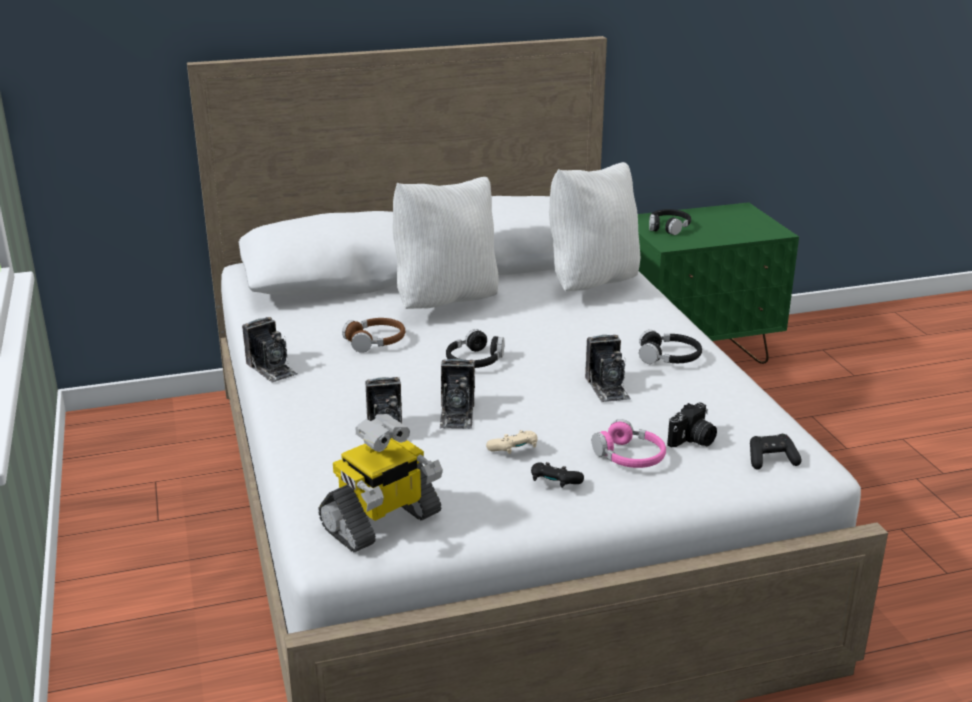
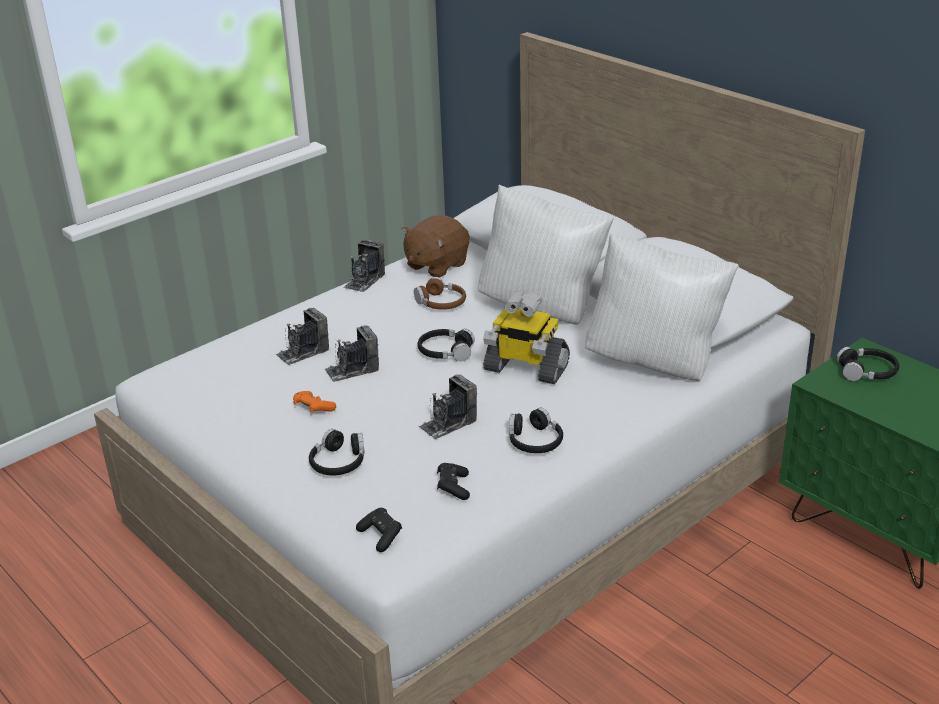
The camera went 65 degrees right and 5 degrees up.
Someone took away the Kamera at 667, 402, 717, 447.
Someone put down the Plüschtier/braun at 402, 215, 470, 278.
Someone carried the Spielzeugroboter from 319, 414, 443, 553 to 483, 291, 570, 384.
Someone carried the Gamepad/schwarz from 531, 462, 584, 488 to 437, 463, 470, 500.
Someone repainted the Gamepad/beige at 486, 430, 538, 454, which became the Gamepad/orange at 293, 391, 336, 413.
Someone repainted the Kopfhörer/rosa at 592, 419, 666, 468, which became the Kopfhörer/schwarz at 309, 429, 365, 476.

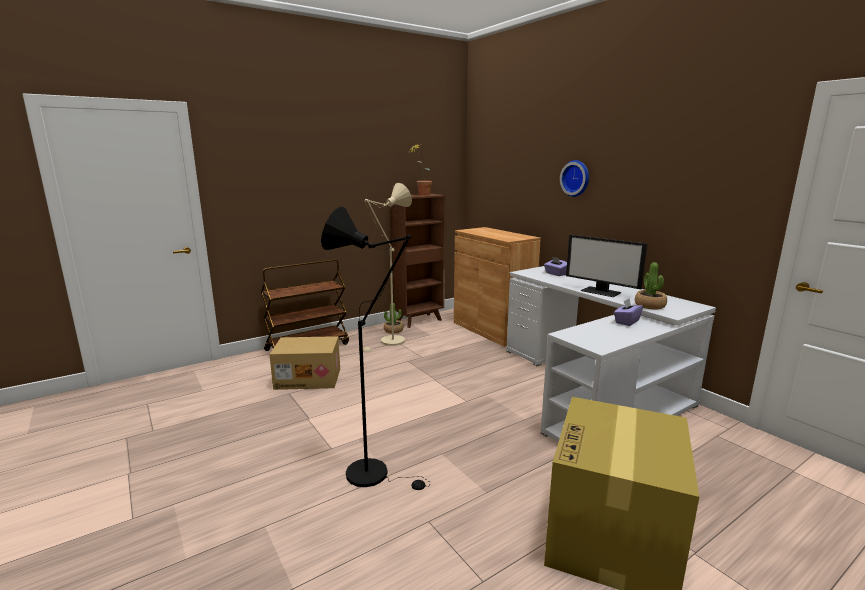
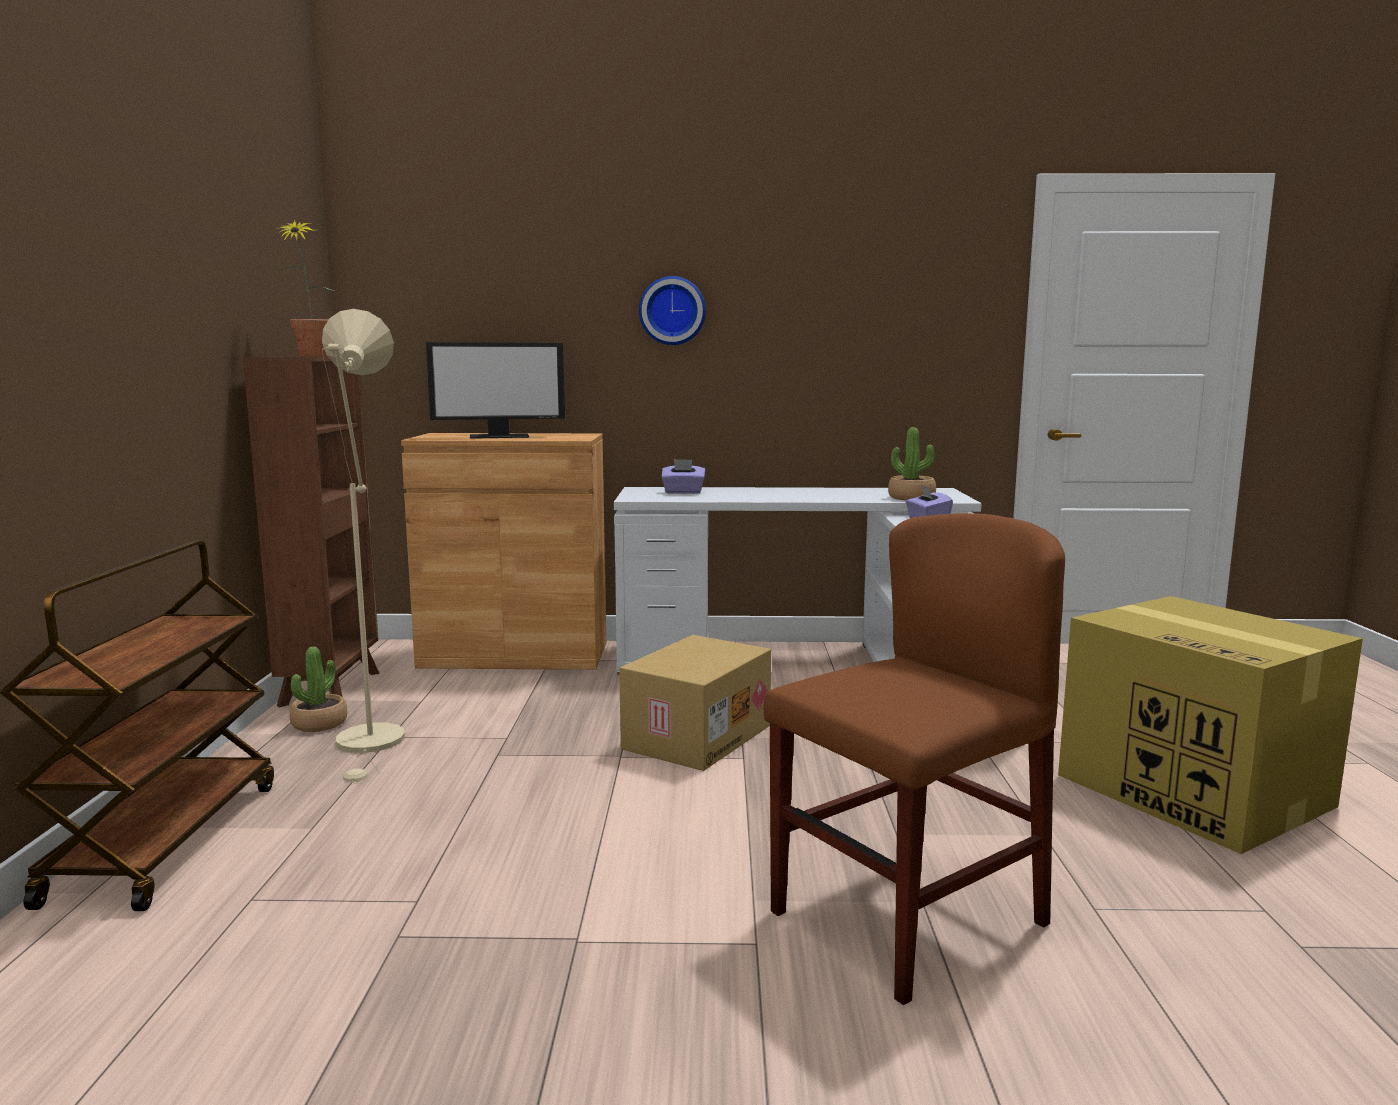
The camera went 55 degrees left and 5 degrees down.
Someone carried the Karton from 269, 336, 340, 390 to 619, 635, 771, 771.
Someone carried the Monitor from 566, 235, 647, 297 to 426, 342, 565, 439.
Someone swapped the Stehlampe/schwarz at 321, 207, 431, 490 for the Stuhl/braun at 763, 513, 1065, 1005.

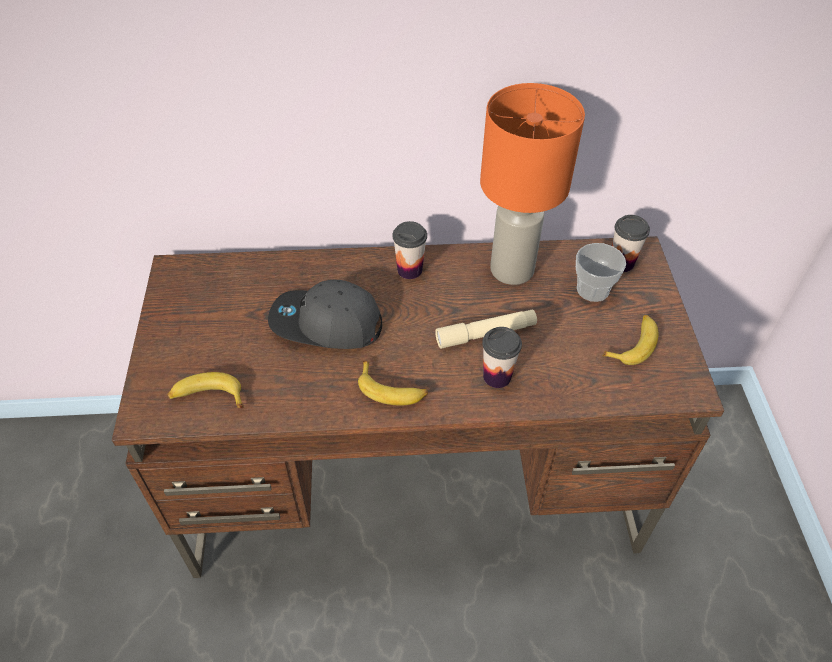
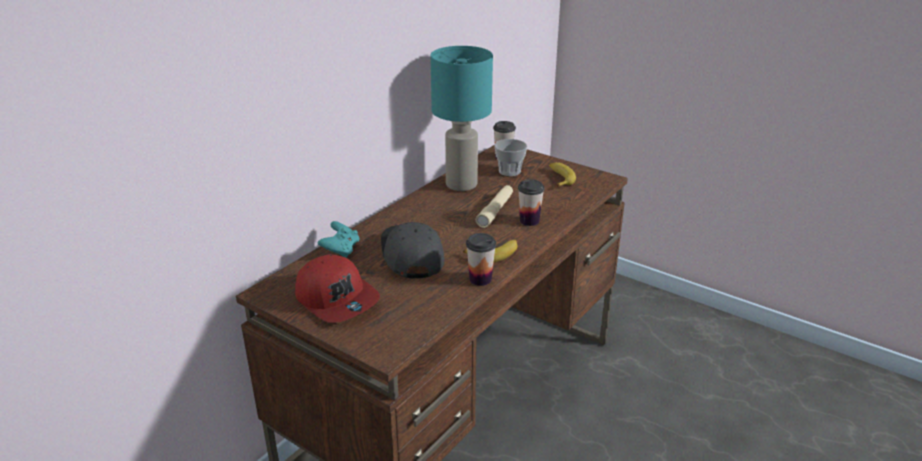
The camera went 50 degrees left and 20 degrees down.
Someone took away the Banane at 167, 372, 244, 408.
Someone put down the Kappe/rot at 295, 254, 380, 323.
Someone put down the Gamepad/türkis at 318, 221, 360, 258.
Someone carried the Tasse from 393, 221, 427, 279 to 466, 233, 496, 286.
Someone repainted the Tischlampe/orange at 480, 83, 585, 285, which became the Tischlampe/türkis at 430, 46, 493, 191.
Someone rotated the Kappe/grau at 268, 280, 382, 349 by 120 degrees clockwise.

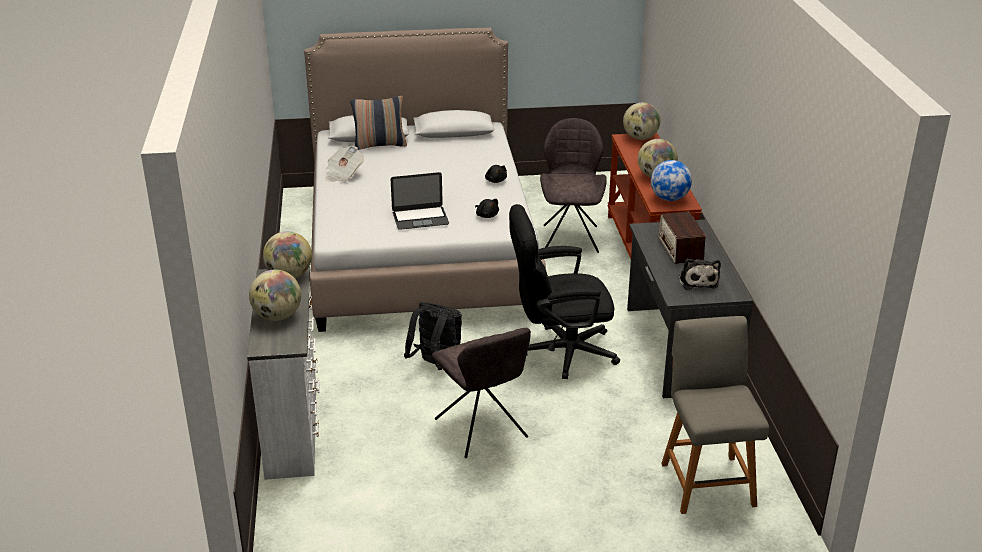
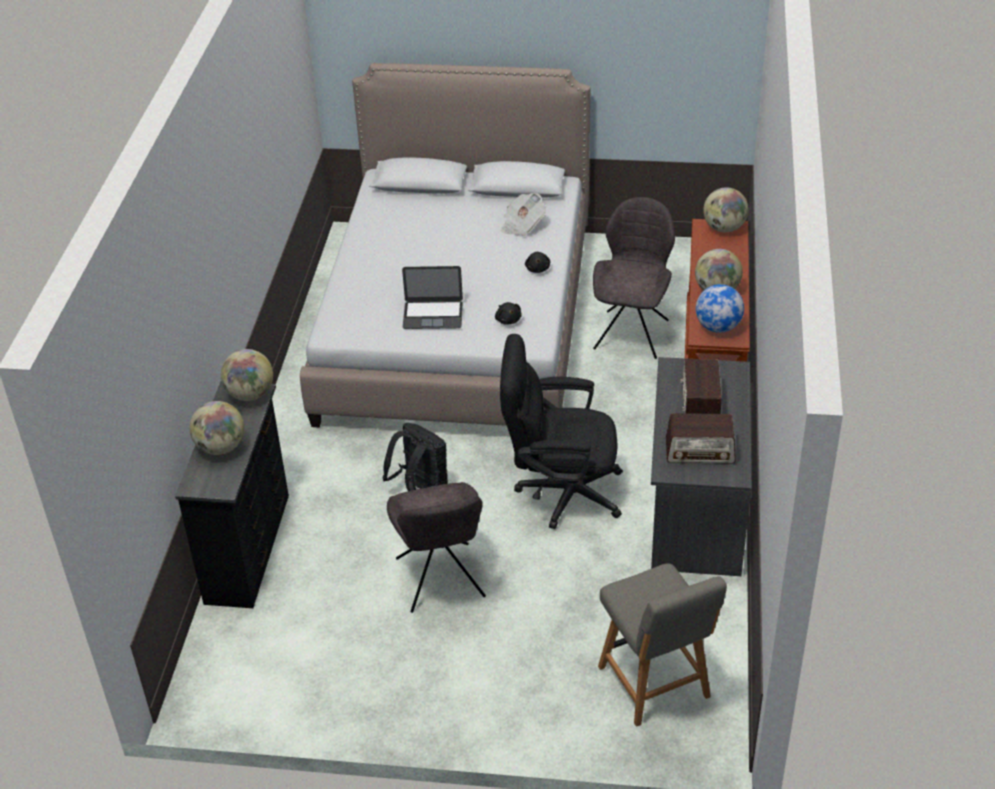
The camera went 15 degrees right and 10 degrees up.
Someone took away the Kissen at 350, 96, 407, 150.
Someone carried the Zeitung from 325, 146, 364, 182 to 501, 193, 546, 236.
Someone swapped the Plüschtier at 679, 259, 721, 290 for the Radio at 666, 413, 736, 464.
Someone repainted the Kommode/weiß at 247, 266, 320, 480, which became the Kommode/schwarz at 175, 382, 289, 608.
Someone rotated the Stuhl/grau at 661, 316, 769, 514 by 150 degrees clockwise.

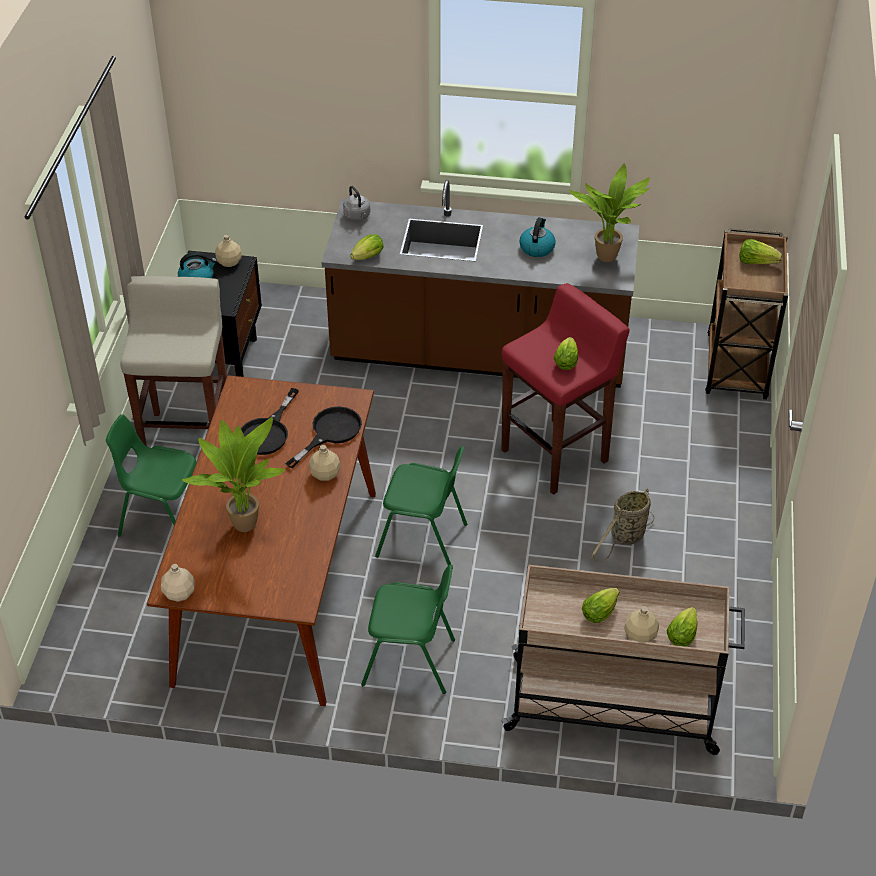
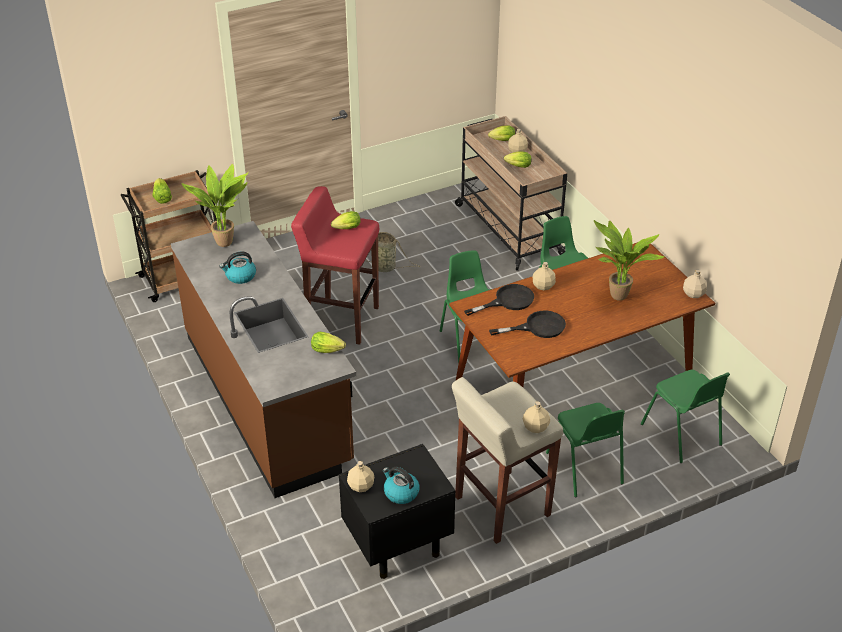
The camera went 125 degrees left and 5 degrees down.
Someone took away the Wasserkessel/grau at 343, 186, 370, 221.
Someone put down the Flasche/beige at 523, 401, 550, 433.
Someone put down the Stuhl/grün at 641, 370, 730, 463.
Someone rotated the Pfanne/schwarz at 285, 406, 362, 468 by 150 degrees clockwise.

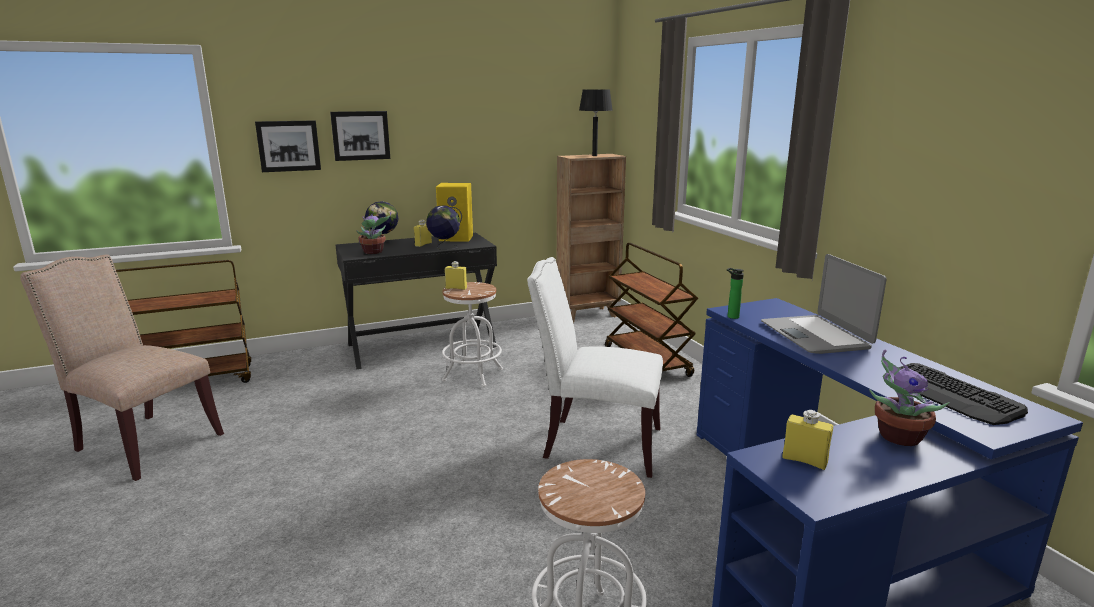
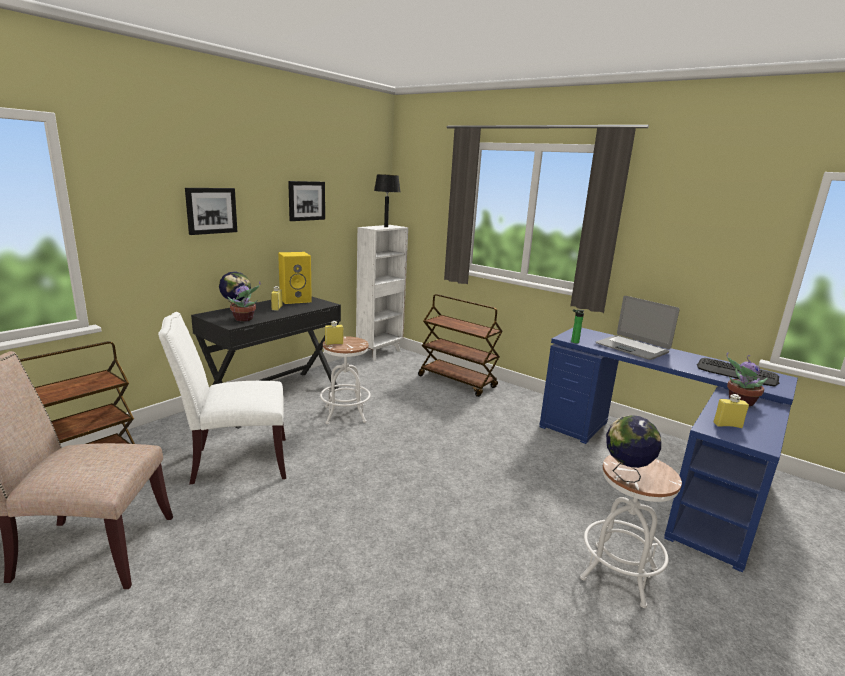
The camera went 30 degrees left and 0 degrees up.
Someone carried the Bild from 255, 120, 321, 172 to 288, 181, 325, 221.
Someone carried the Globus from 426, 205, 460, 250 to 606, 415, 661, 483.
Someone carried the Stuhl/weiß from 527, 257, 663, 478 to 158, 312, 286, 484.
Someone repainted the Bücherregal/braun at 557, 154, 626, 323, which became the Bücherregal/weiß at 356, 225, 408, 361.

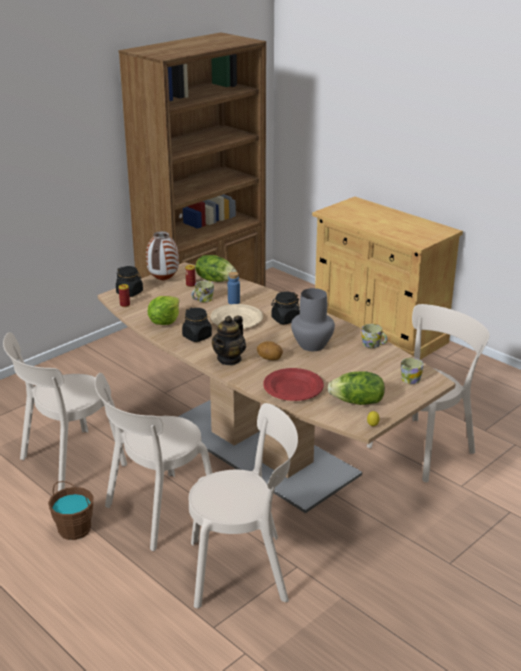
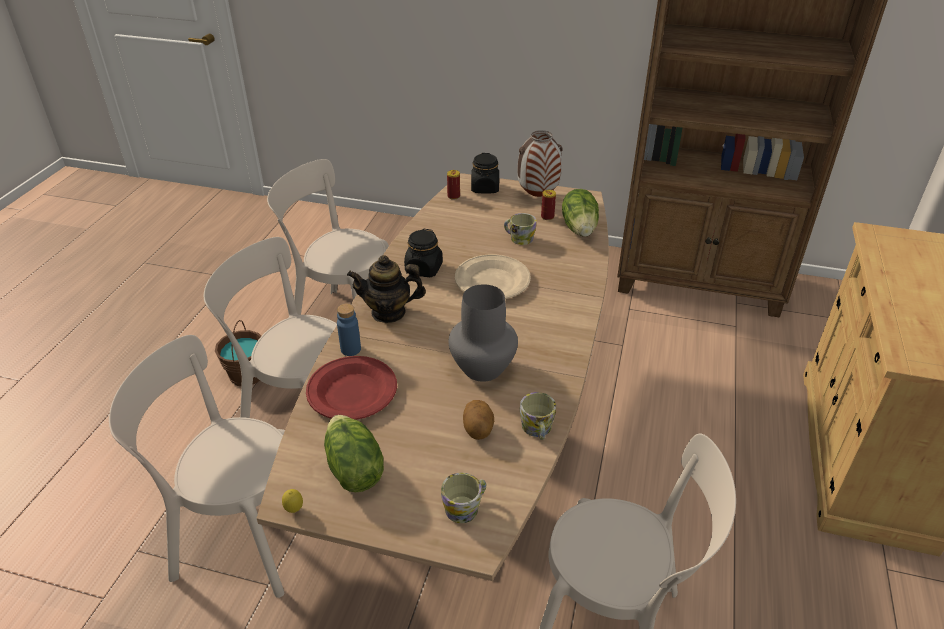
The camera went 60 degrees right and 10 degrees up.
Someone took away the Salatkopf at 148, 296, 179, 325.
Someone took away the Vorratsglas/schwarz at 271, 291, 300, 325.
Someone carried the Flasche/blau from 228, 272, 240, 304 to 337, 304, 361, 356.
Someone carried the Kartoffel from 257, 341, 283, 360 to 463, 400, 494, 440.
Someone rotated the Stuhl/beige at 189, 403, 298, 608 by 135 degrees clockwise.

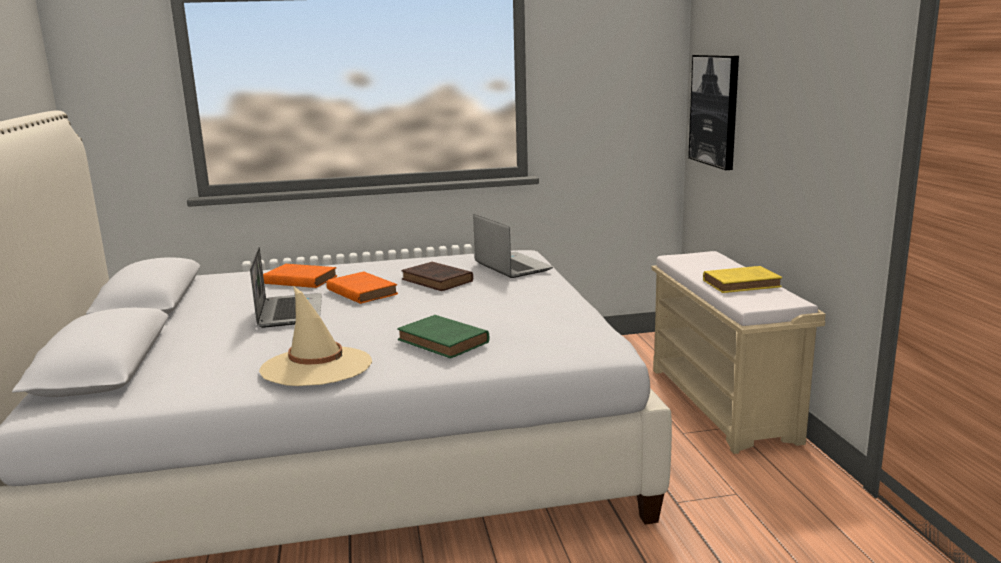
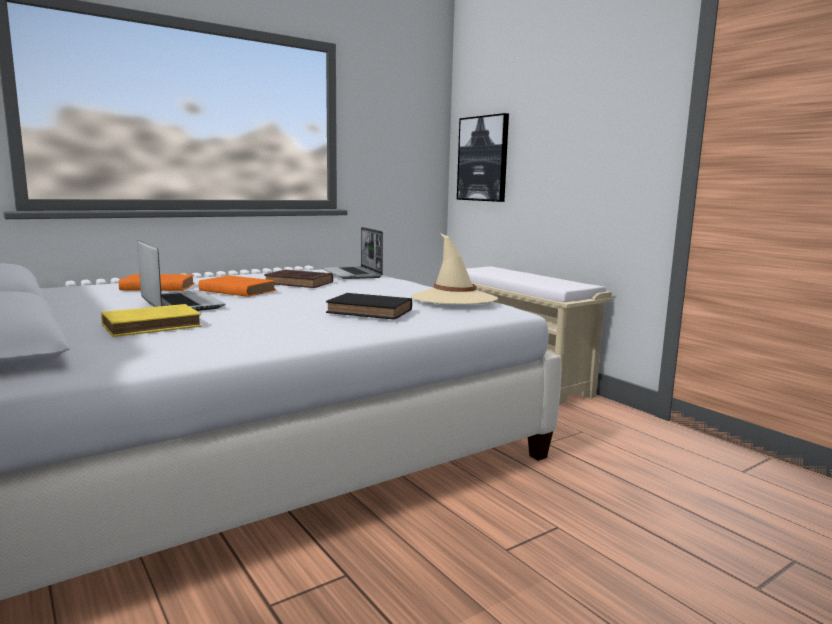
The camera went 25 degrees left and 5 degrees down.
Someone carried the Hut/beige from 259, 286, 372, 386 to 411, 233, 498, 304.
Someone carried the Buch/gelb from 703, 266, 782, 293 to 101, 304, 202, 337.
Someone repainted the Buch/grün at 397, 315, 489, 358, which became the Buch/schwarz at 326, 293, 412, 320.
Someone rotated the Laptop at 473, 214, 553, 278 by 150 degrees counterclockwise.

